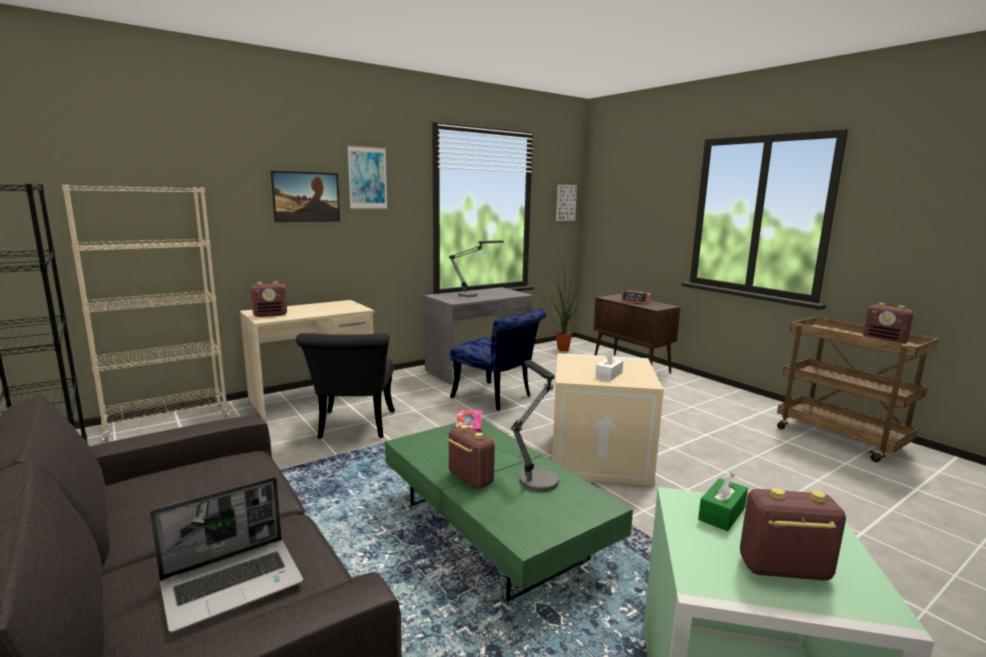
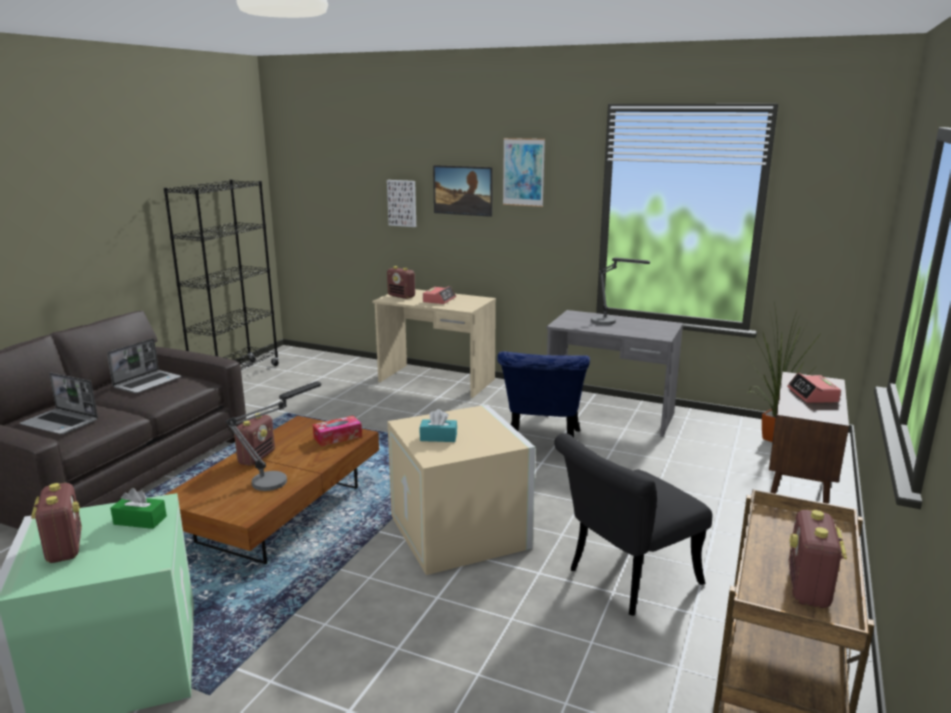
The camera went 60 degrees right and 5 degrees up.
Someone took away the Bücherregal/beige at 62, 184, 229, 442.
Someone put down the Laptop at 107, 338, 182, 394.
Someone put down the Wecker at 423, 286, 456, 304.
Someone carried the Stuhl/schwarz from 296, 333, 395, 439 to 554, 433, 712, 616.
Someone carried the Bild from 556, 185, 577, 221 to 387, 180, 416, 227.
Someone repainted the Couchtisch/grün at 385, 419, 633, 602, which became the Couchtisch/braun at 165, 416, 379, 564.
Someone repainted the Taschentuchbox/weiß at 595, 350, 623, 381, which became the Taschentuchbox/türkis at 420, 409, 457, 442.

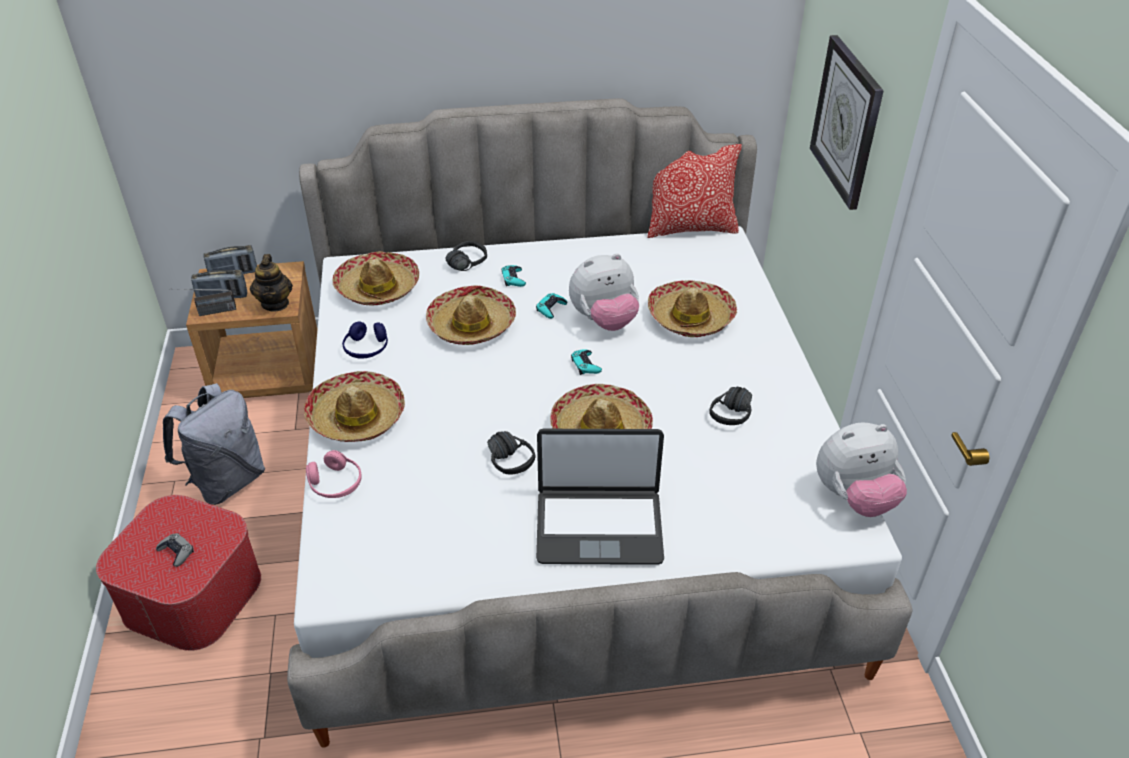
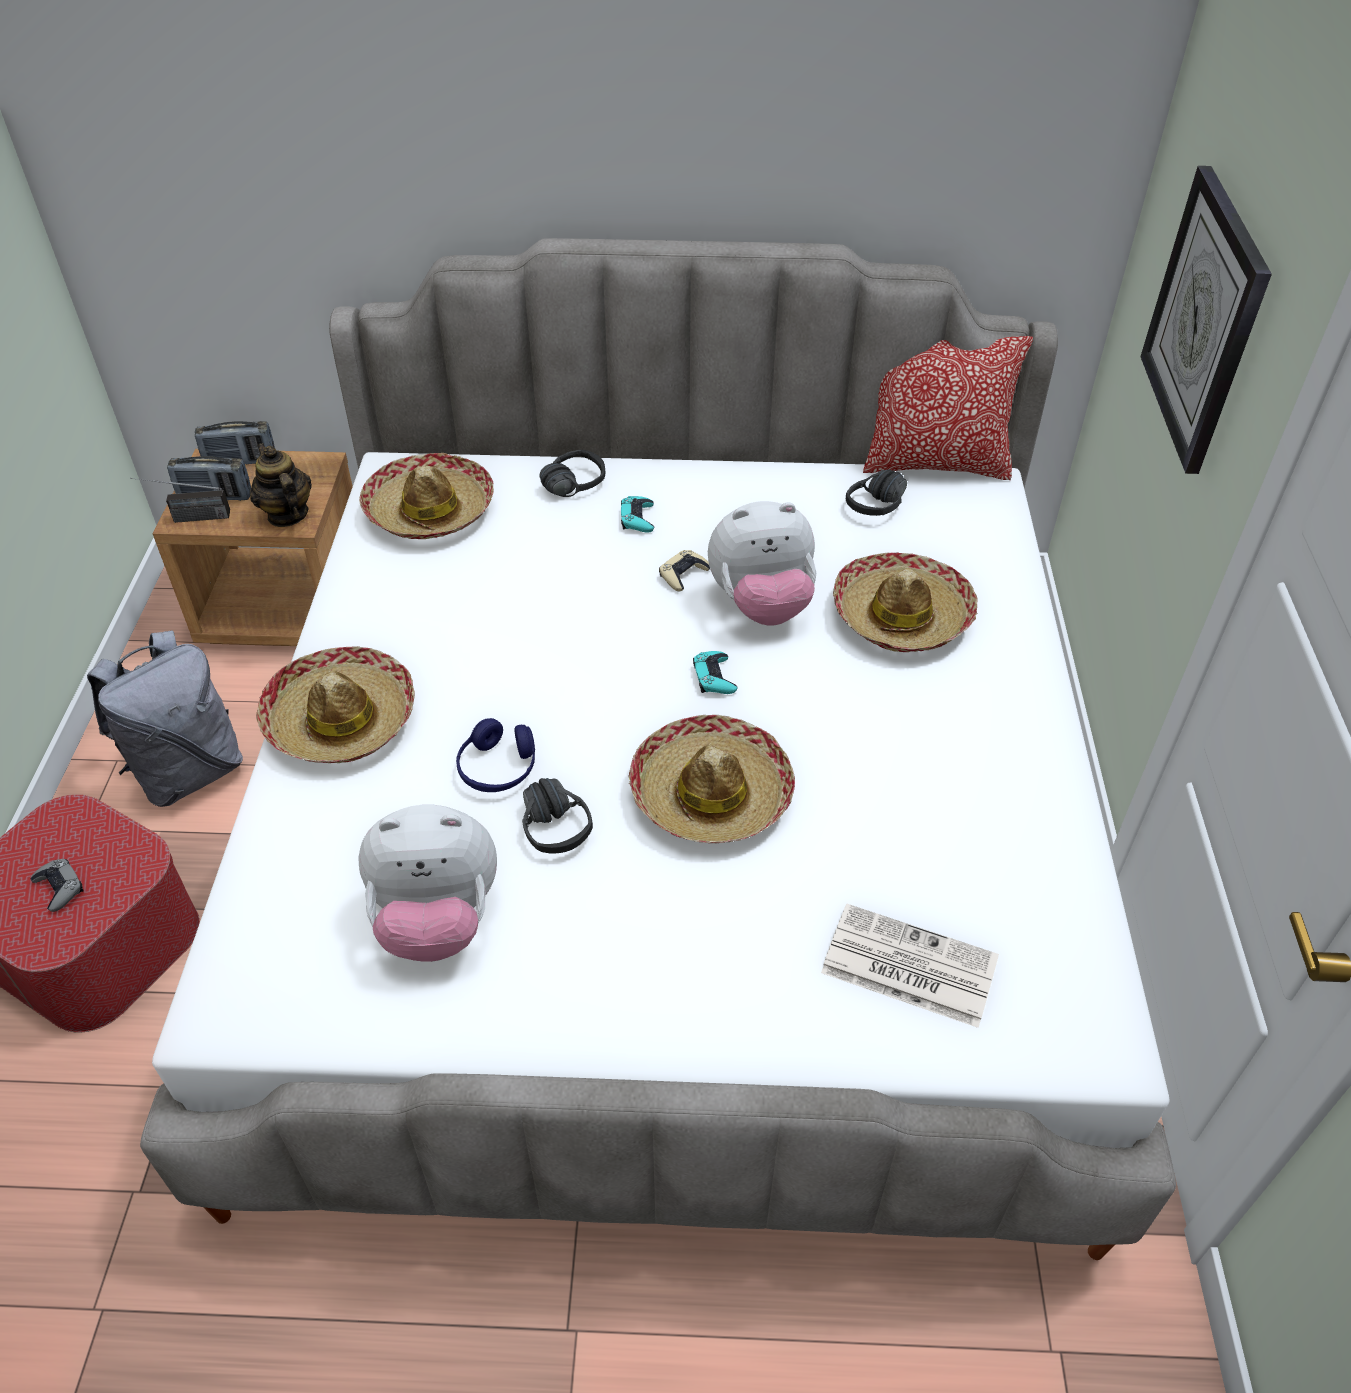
The camera went 10 degrees right and 5 degrees up.
Someone took away the Kopfhörer/rosa at 306, 450, 362, 498.
Someone took away the Hut at 426, 285, 516, 345.
Someone took away the Laptop at 536, 429, 664, 565.
Someone put down the Zeitung at 821, 903, 999, 1028.
Someone carried the Kopfhörer/blau from 342, 321, 388, 359 to 456, 718, 535, 792.
Someone carried the Kopfhörer/schwarz from 709, 386, 752, 425 to 846, 469, 907, 516.
Someone carried the Plüschtier from 816, 423, 907, 517 to 358, 805, 497, 962.
Someone repainted the Gamepad/türkis at 536, 293, 567, 319, which became the Gamepad/beige at 659, 550, 710, 592.
Someone rotated the Teekanne at 250, 254, 293, 311 by 150 degrees clockwise.

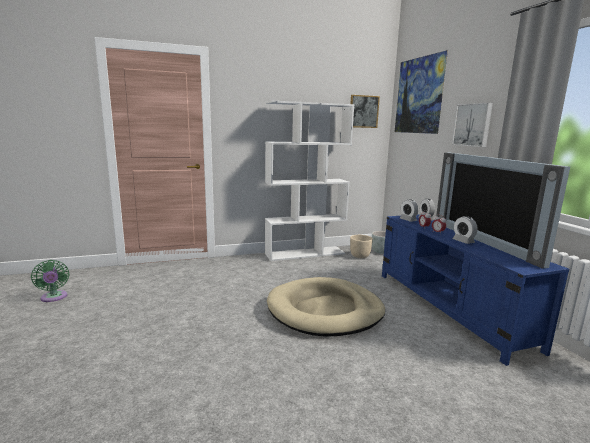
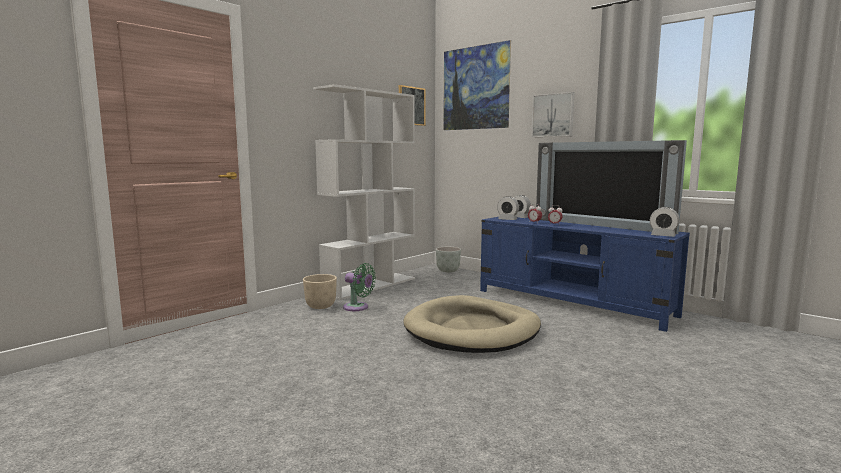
The camera went 30 degrees left and 5 degrees down.
Someone carried the Ventilator/grün from 31, 260, 69, 302 to 343, 263, 376, 311.
Someone carried the Pflanzkübel/beige from 350, 235, 373, 258 to 303, 274, 337, 309.
Someone carried the Wecker from 453, 216, 478, 244 to 650, 207, 680, 237.

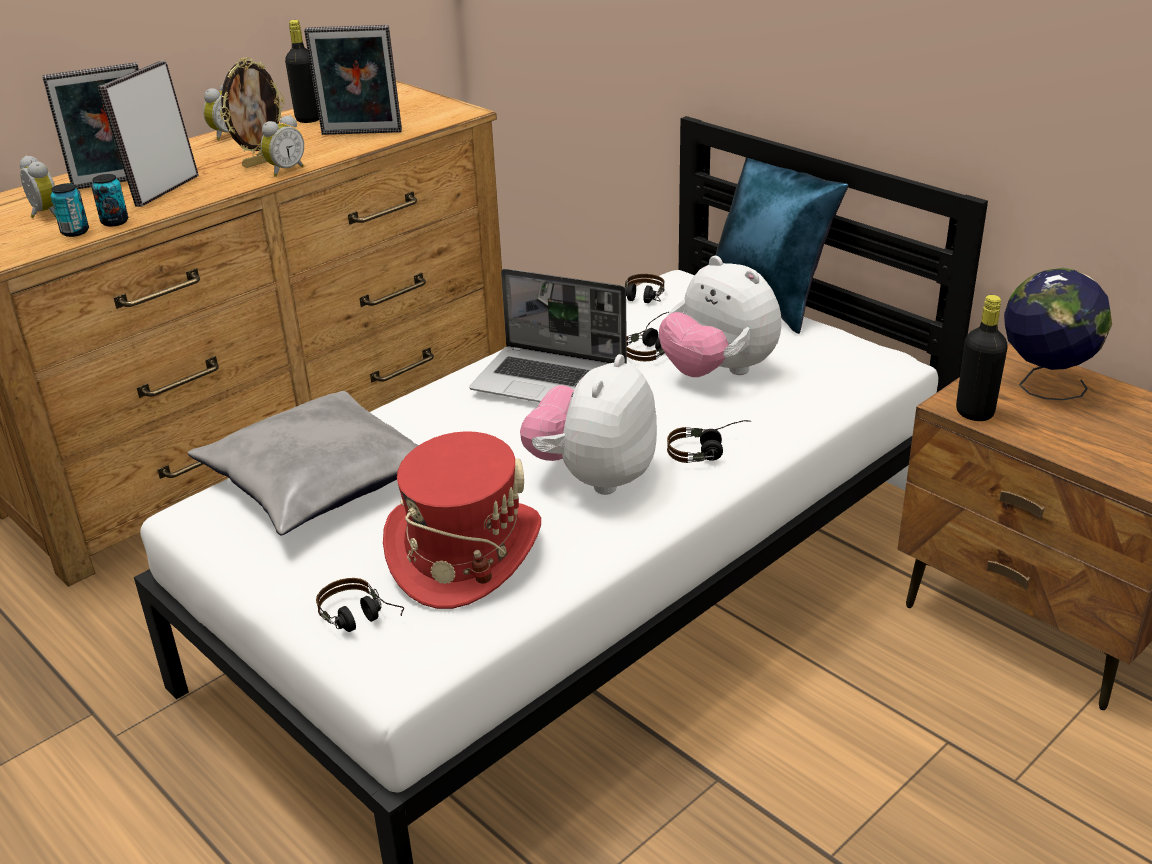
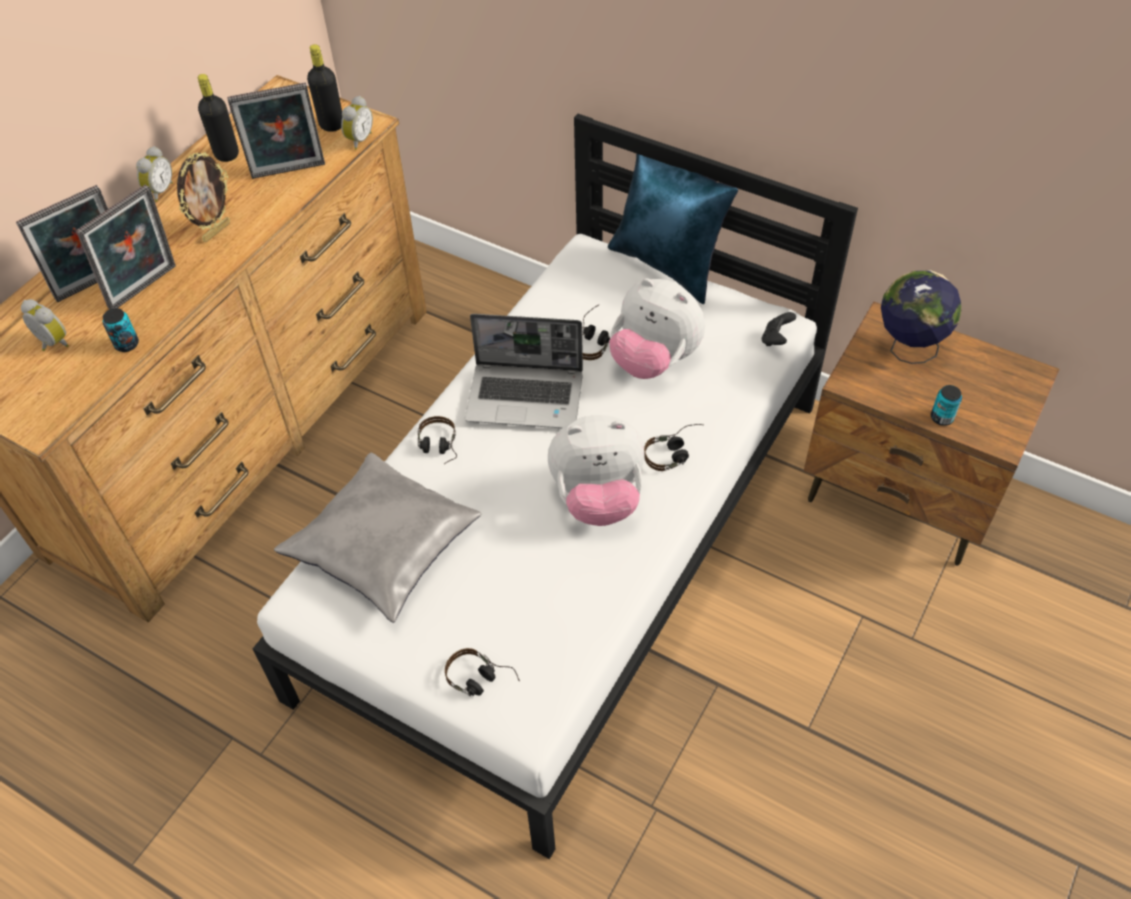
The camera went 15 degrees left and 20 degrees up.
Someone took away the Hut/rot at 383, 431, 541, 609.
Someone put down the Gamepad/schwarz at 762, 312, 796, 346.
Someone carried the Dose from 51, 183, 89, 237 to 931, 385, 962, 426.
Someone carried the Wecker from 261, 115, 304, 177 to 341, 96, 373, 150.
Someone carried the Kopfhörer from 625, 274, 665, 303 to 418, 416, 457, 464.
Someone carried the Flasche/schwarz from 956, 295, 1008, 421 to 307, 44, 342, 132.
Someone rotated the Bilderrahmen at 98, 61, 199, 207 by 150 degrees counterclockwise.
Someone rotated the Plüschtier at 520, 354, 657, 495 by 105 degrees counterclockwise.

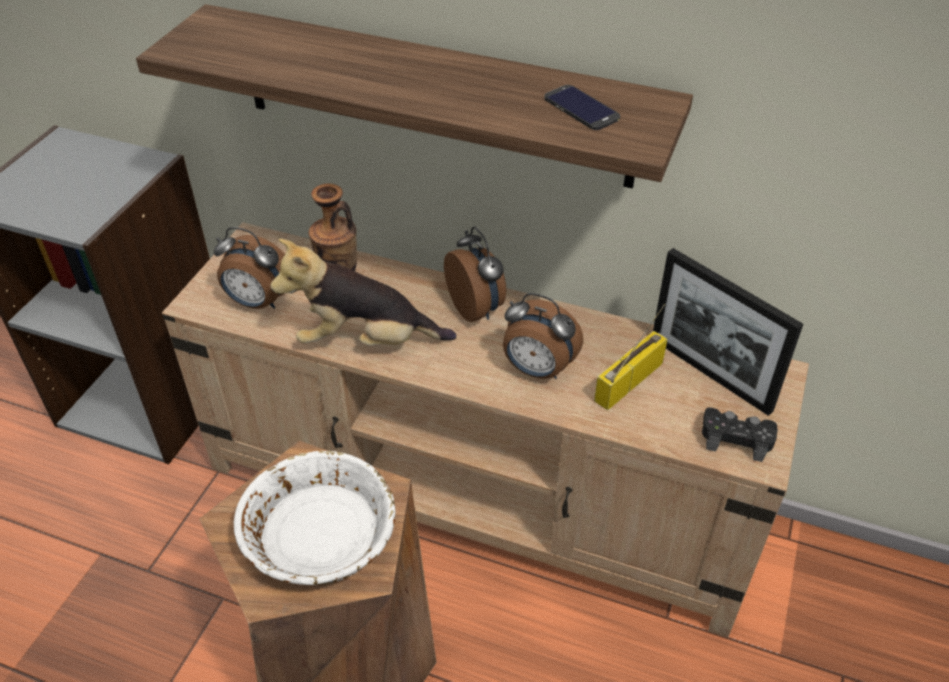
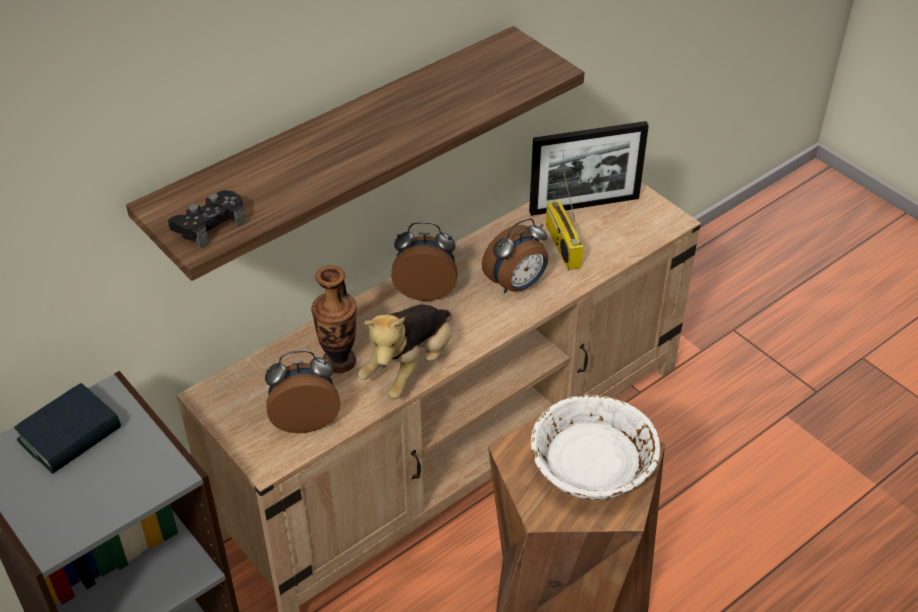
The camera went 60 degrees left and 0 degrees up.
Someone took away the Handy at 544, 85, 620, 130.
Someone put down the Buch at 14, 383, 121, 474.
Someone carried the Gamepad/schwarz from 702, 407, 778, 462 to 168, 190, 246, 248.
Someone rotated the Wecker at 214, 227, 285, 309 by 150 degrees counterclockwise.

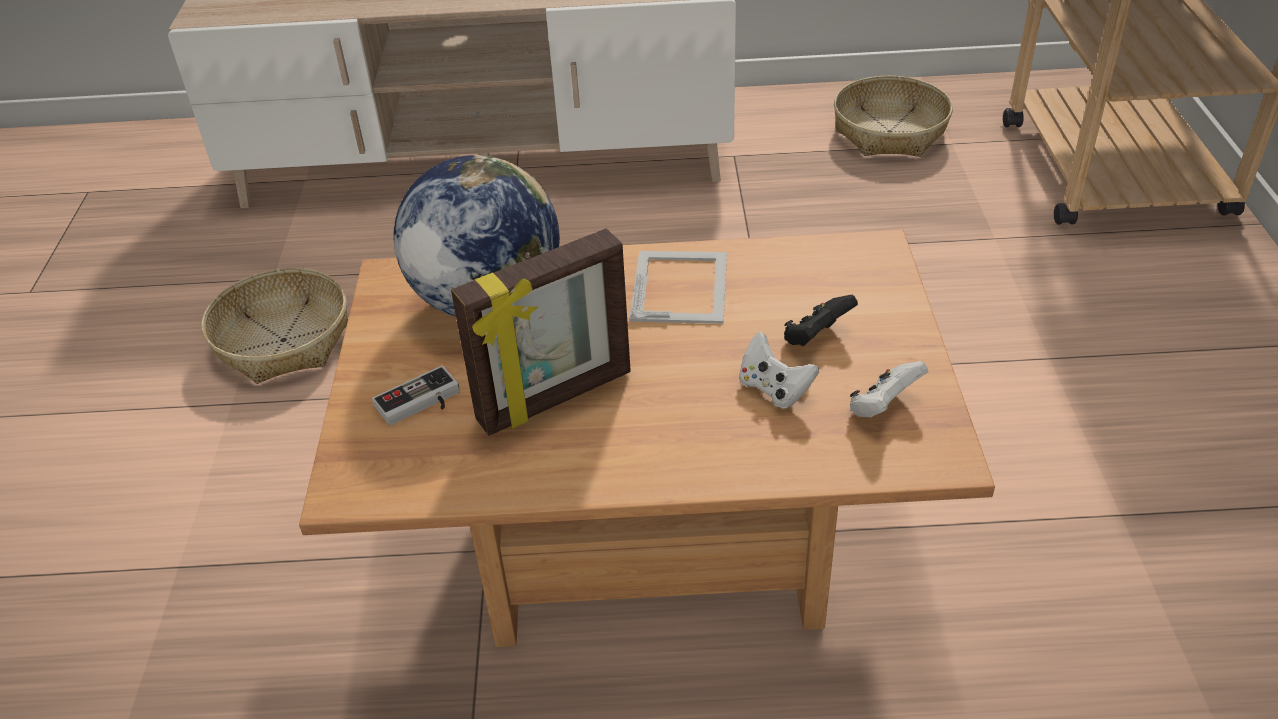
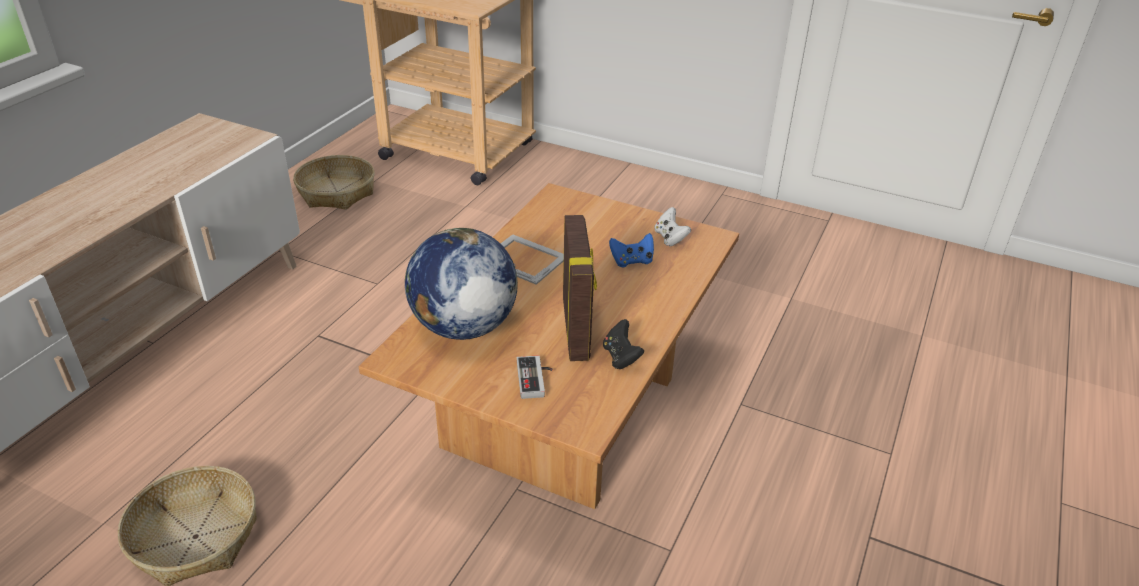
The camera went 65 degrees left and 5 degrees down.
Someone carried the Gamepad/schwarz from 784, 295, 858, 346 to 603, 319, 644, 369.
Someone repainted the Gamepad/weiß at 739, 332, 819, 409, which became the Gamepad/blau at 609, 233, 654, 268.

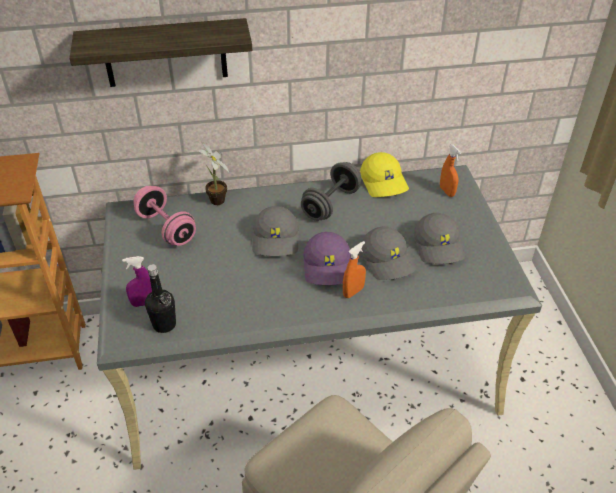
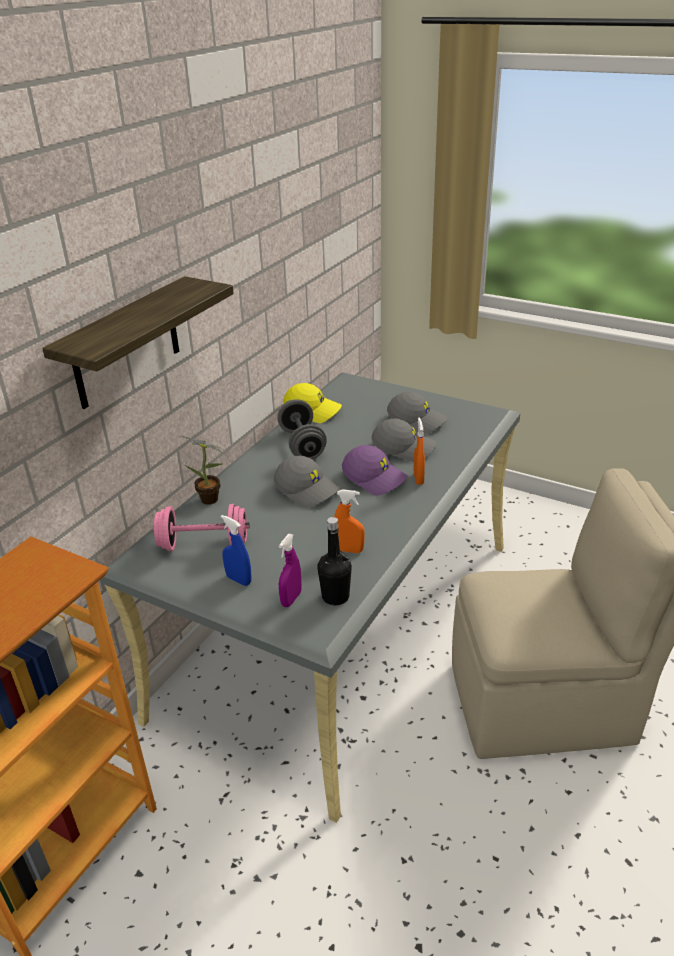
The camera went 50 degrees left and 10 degrees down.
Someone put down the Sprühflasche/blau at 221, 515, 252, 586.
Someone carried the Sprühflasche/orange from 440, 145, 461, 197 to 334, 489, 365, 553.

